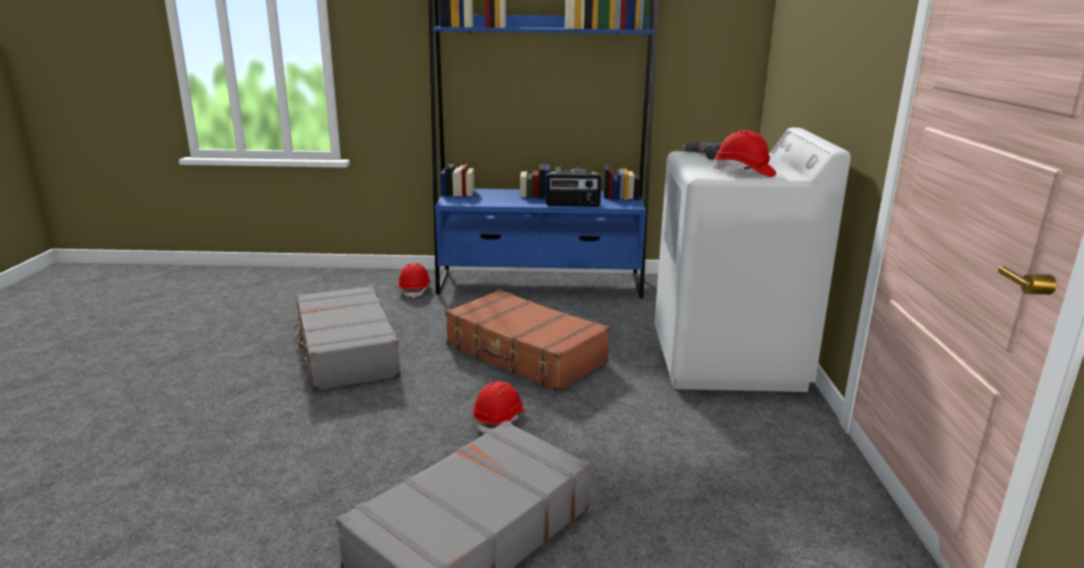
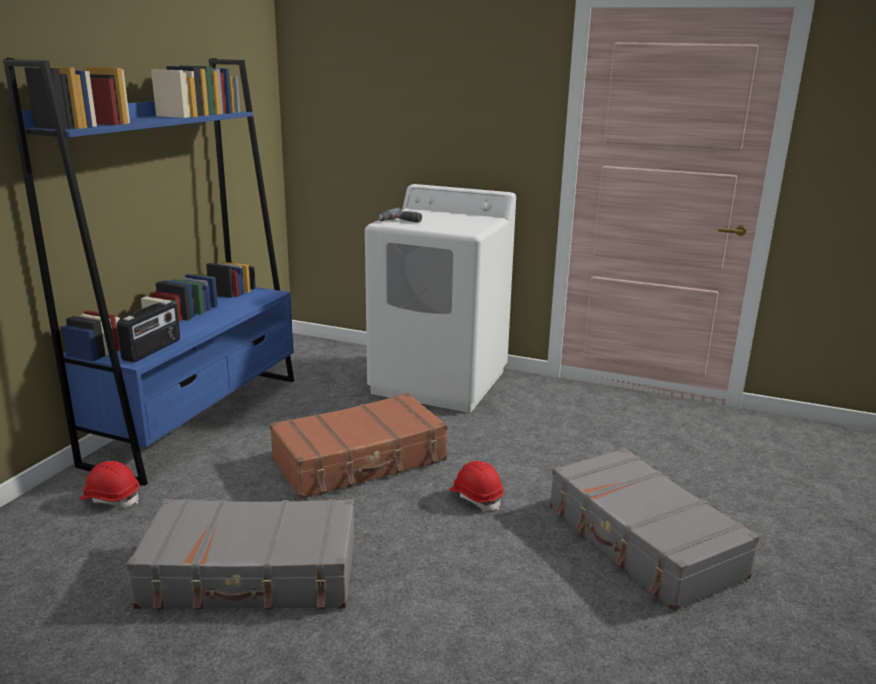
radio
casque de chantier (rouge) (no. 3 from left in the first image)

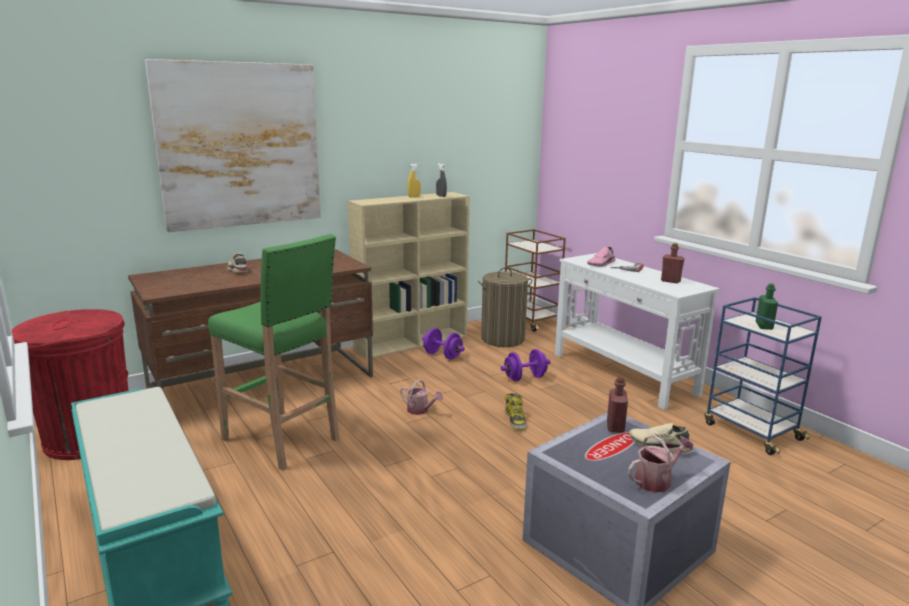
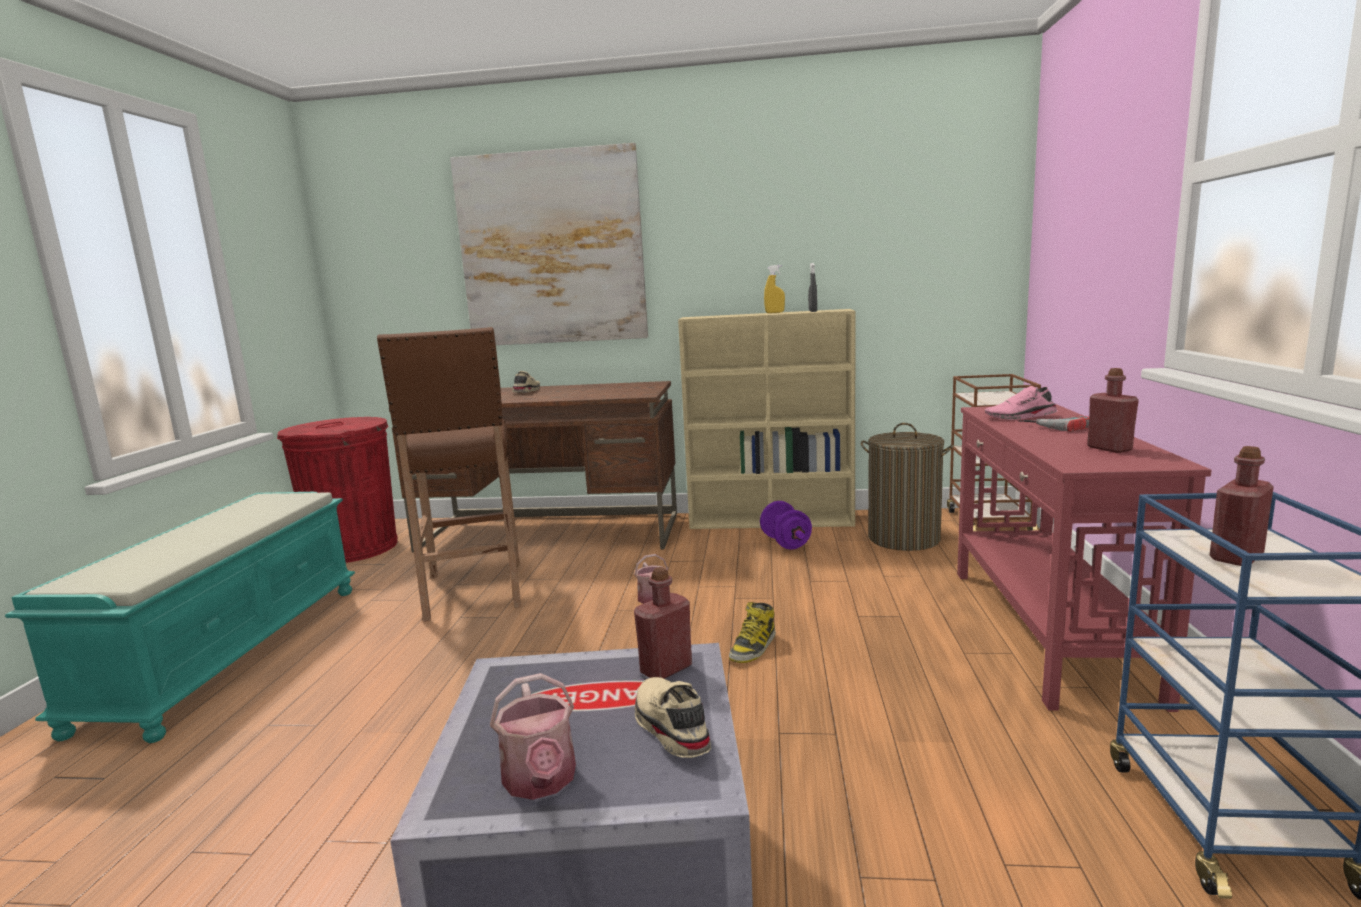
tabouret (marron)
haltère (violet) (no. 2 from left in the first image)
table console (rouge)
arrosoir (no. 1 from left)
bouteille (rouge) (no. 3 from left)

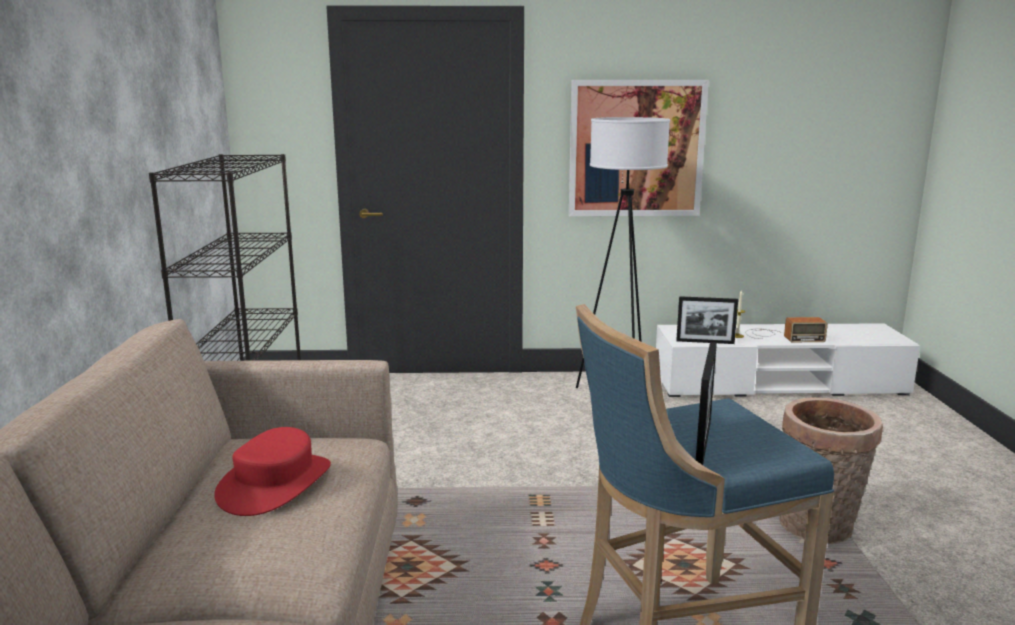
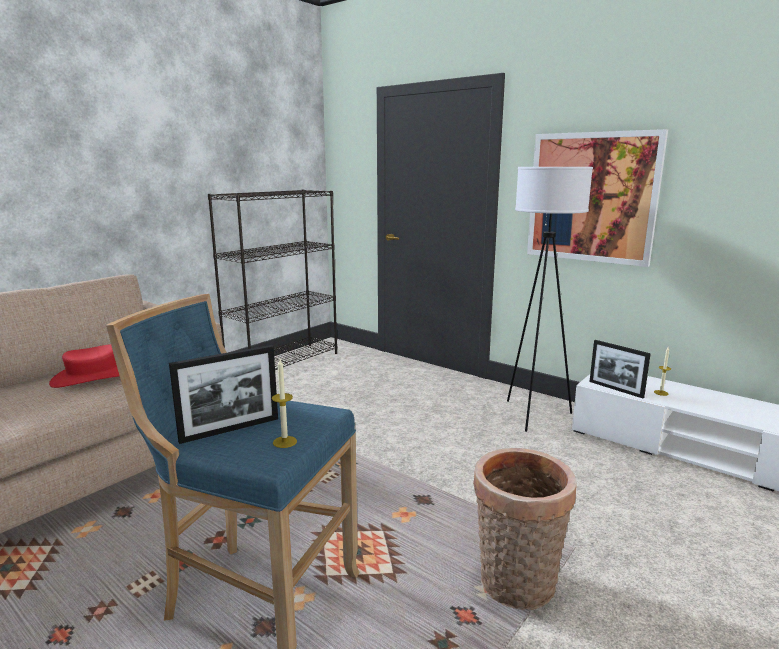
radio
bougie (no. 1 from left)

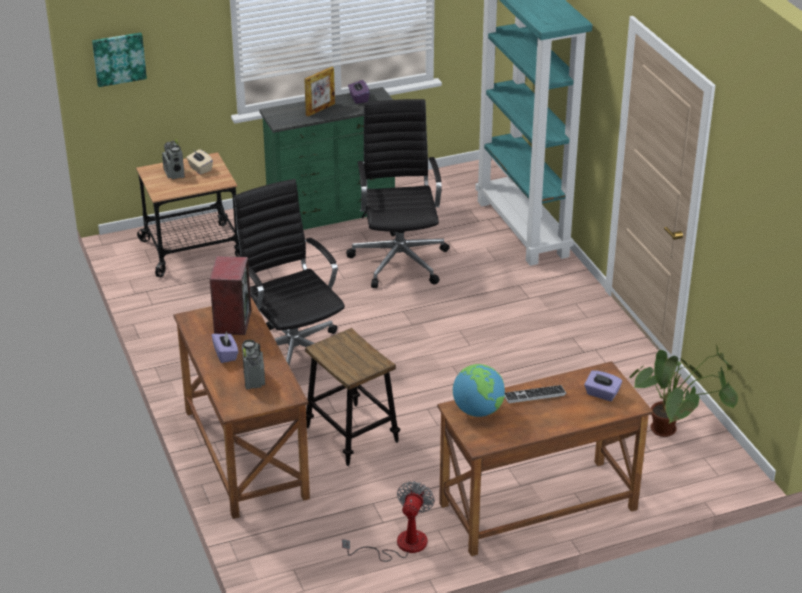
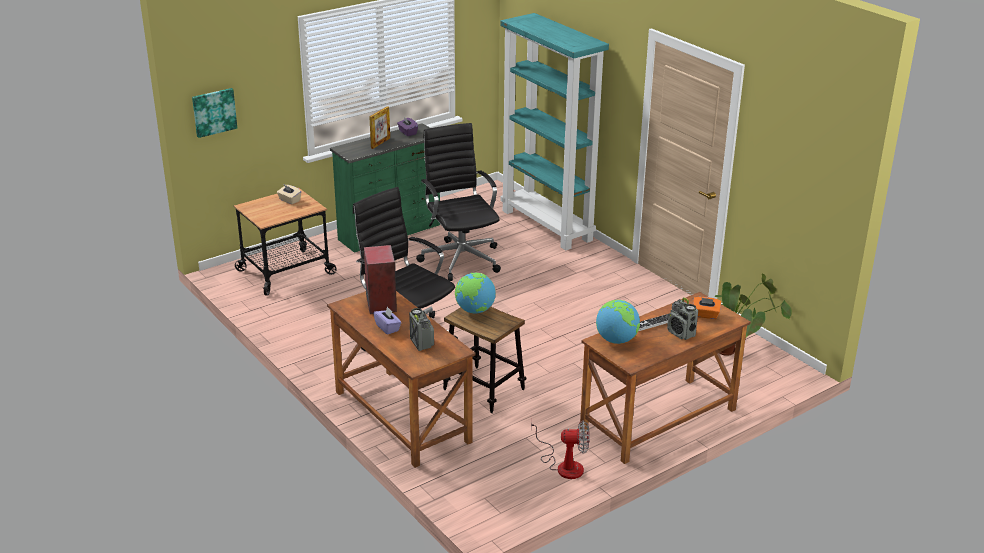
radio (no. 2 from left)
ventilateur
boîte à mouchoirs (orange)
globe (no. 1 from left)

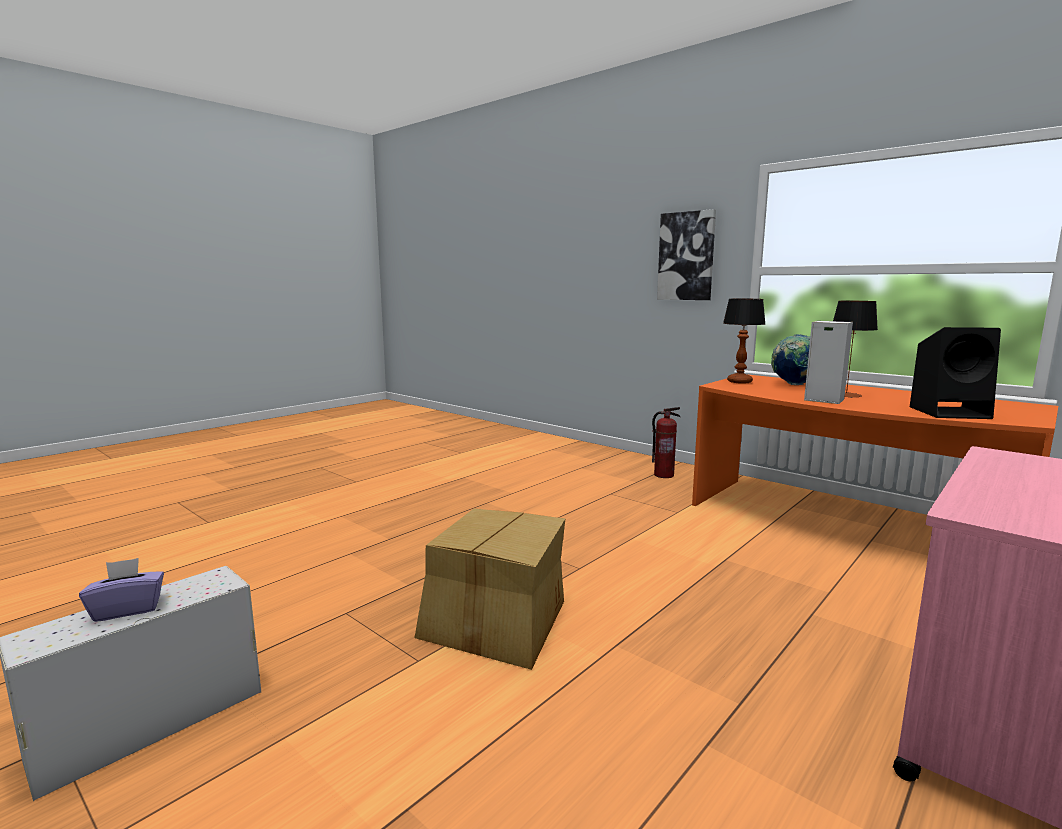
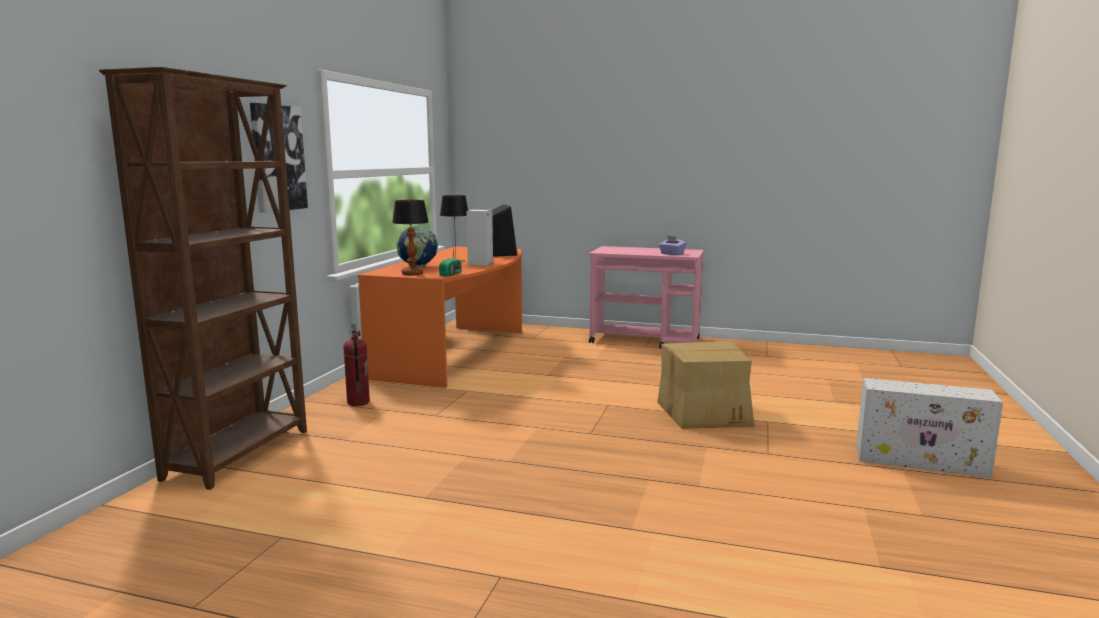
boîte à mouchoirs (violet)
bibliothèque (marron)
radio

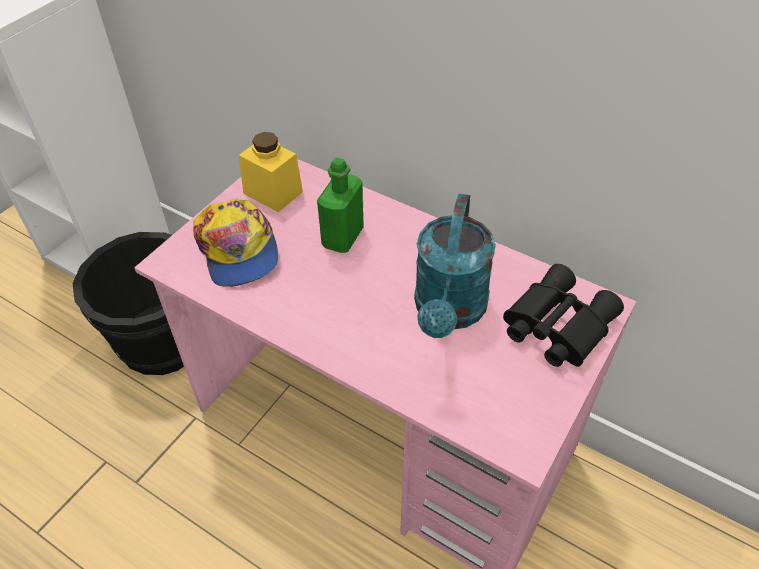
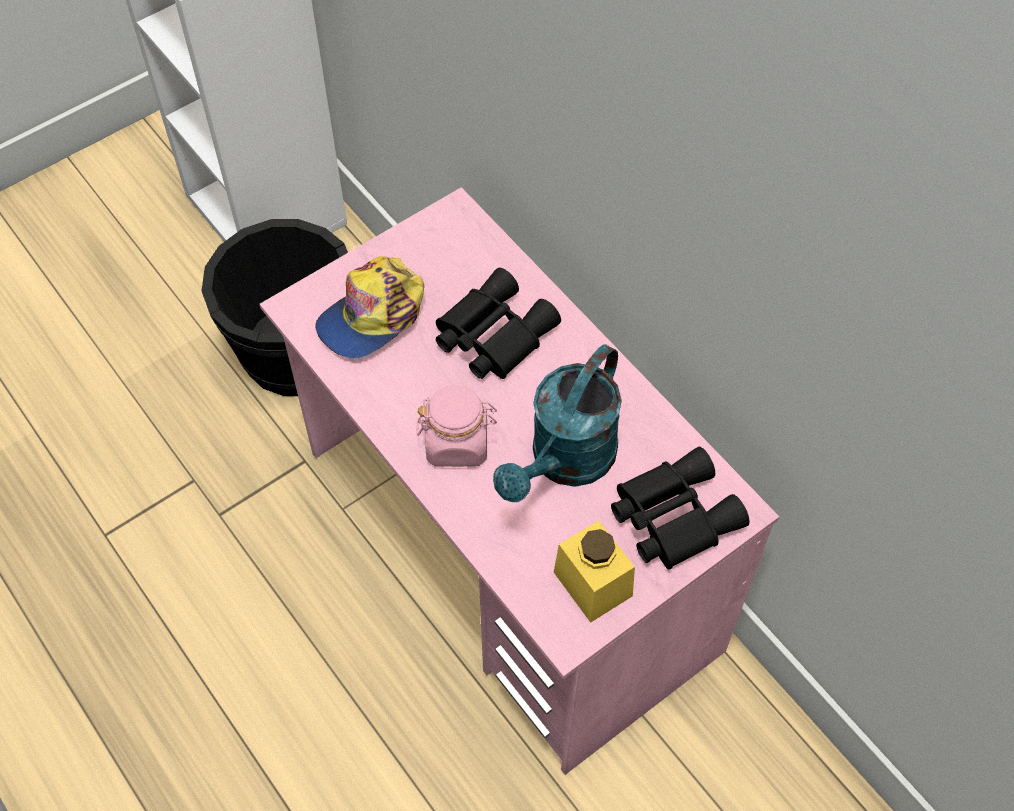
casquette
bocal (jaune)
jumelles (noir) (no. 1 from left)
bocal (rose)

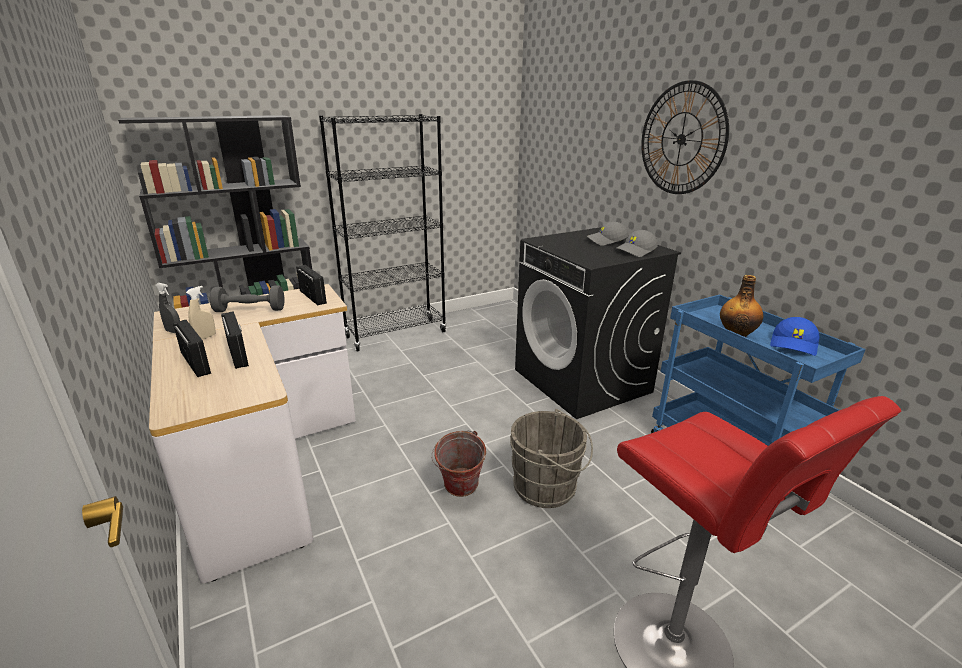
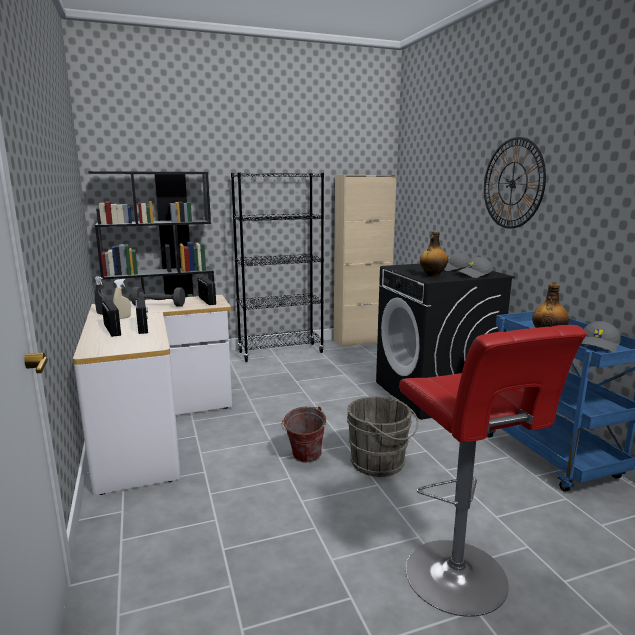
casquette (gris) (no. 3 from left)
meuble de rangement (beige)
bouteille (no. 1 from left)

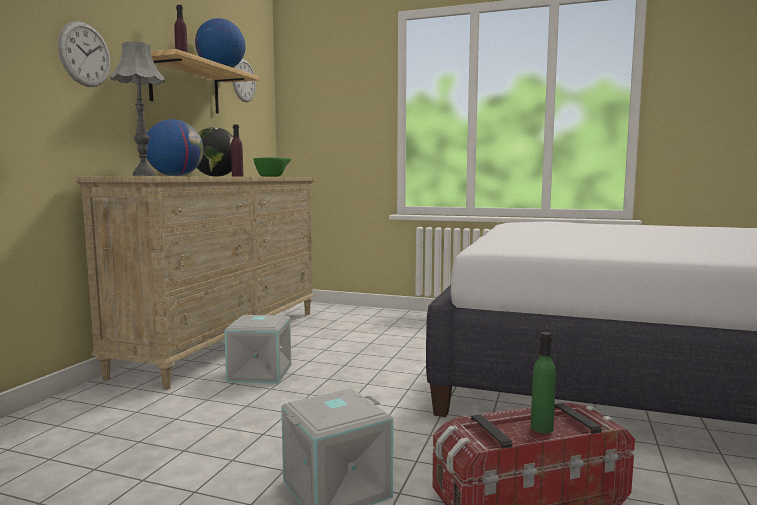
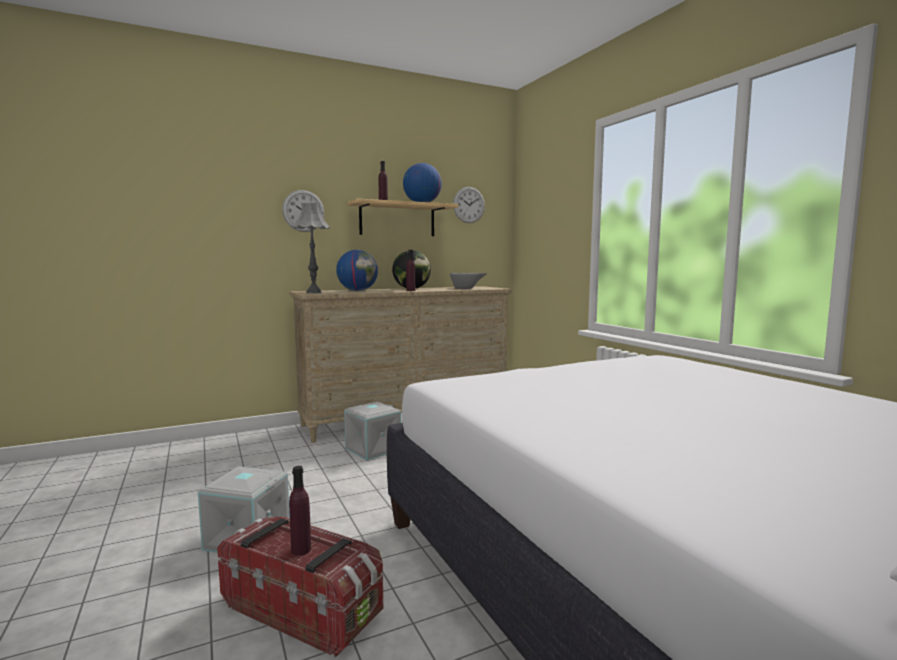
bol (gris)
bouteille (violet) (no. 1 from left)

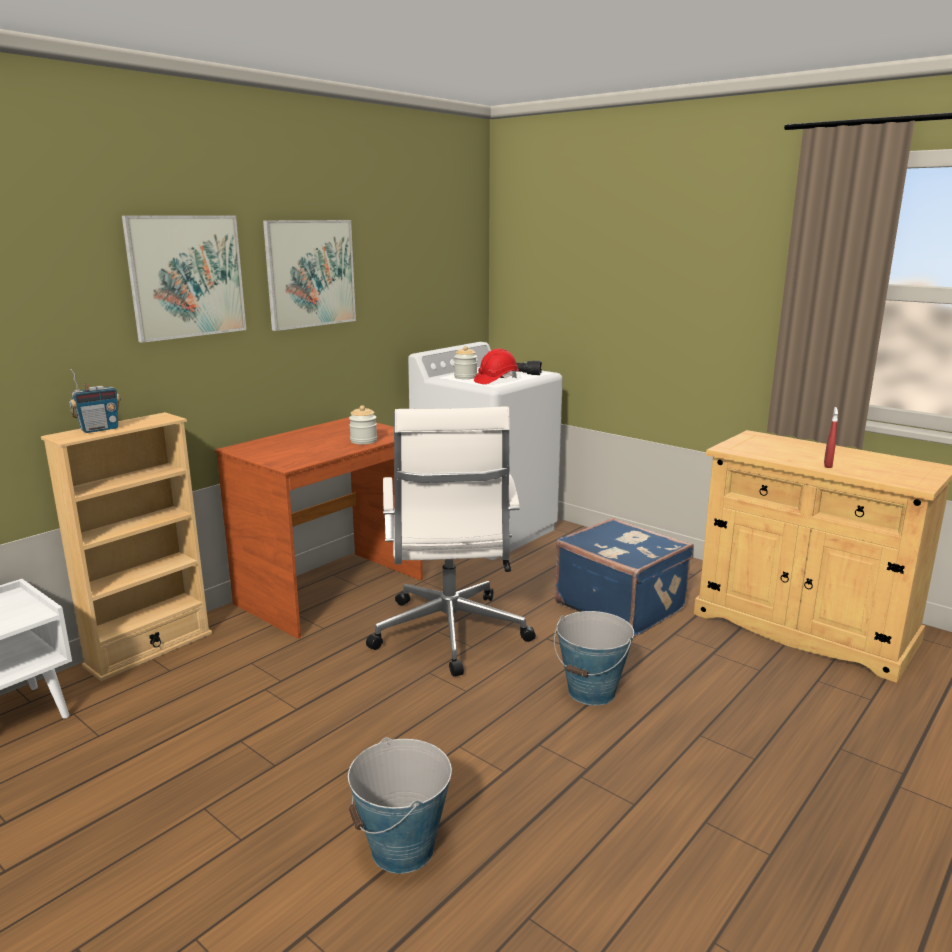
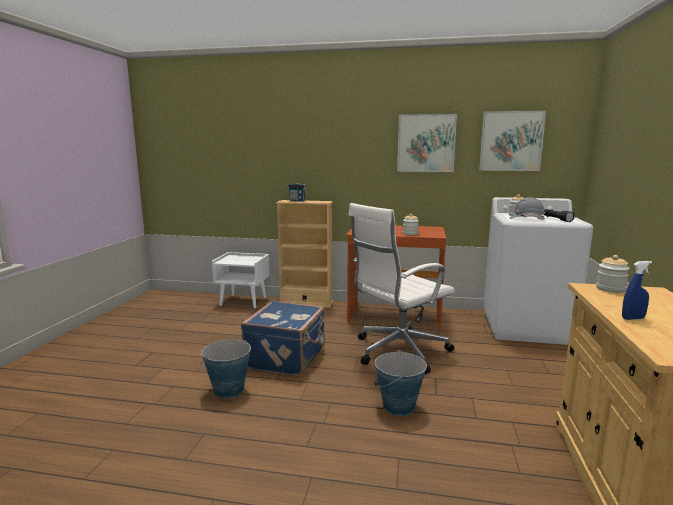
tableau (no. 2 from left)
casque de chantier (gris)
valise (bleu)
vaporisateur (bleu)
bocal (no. 3 from left)

